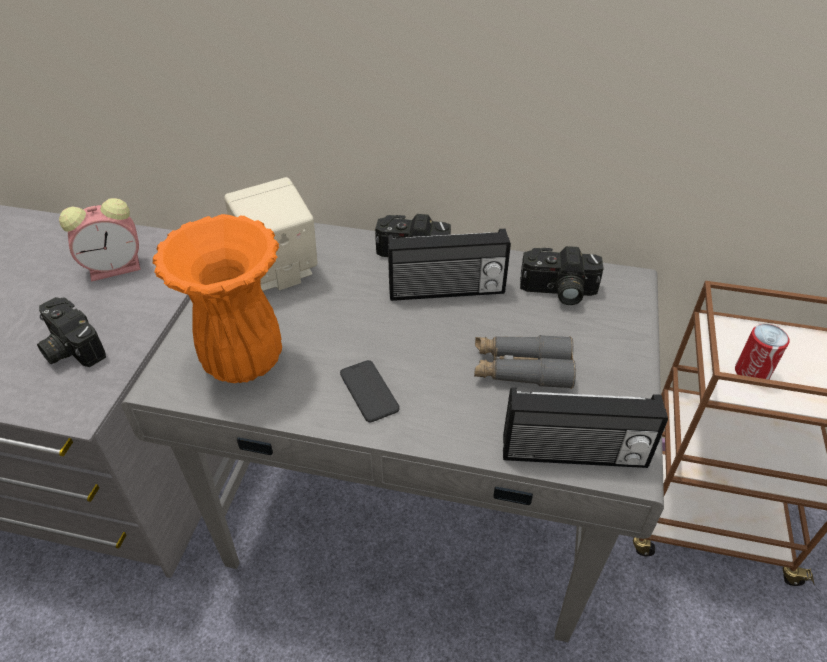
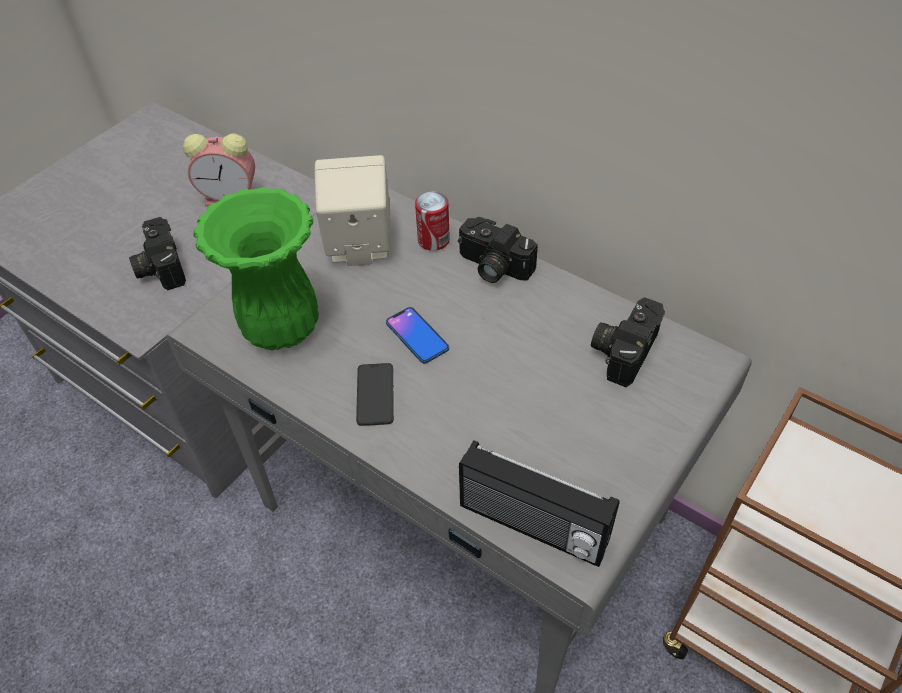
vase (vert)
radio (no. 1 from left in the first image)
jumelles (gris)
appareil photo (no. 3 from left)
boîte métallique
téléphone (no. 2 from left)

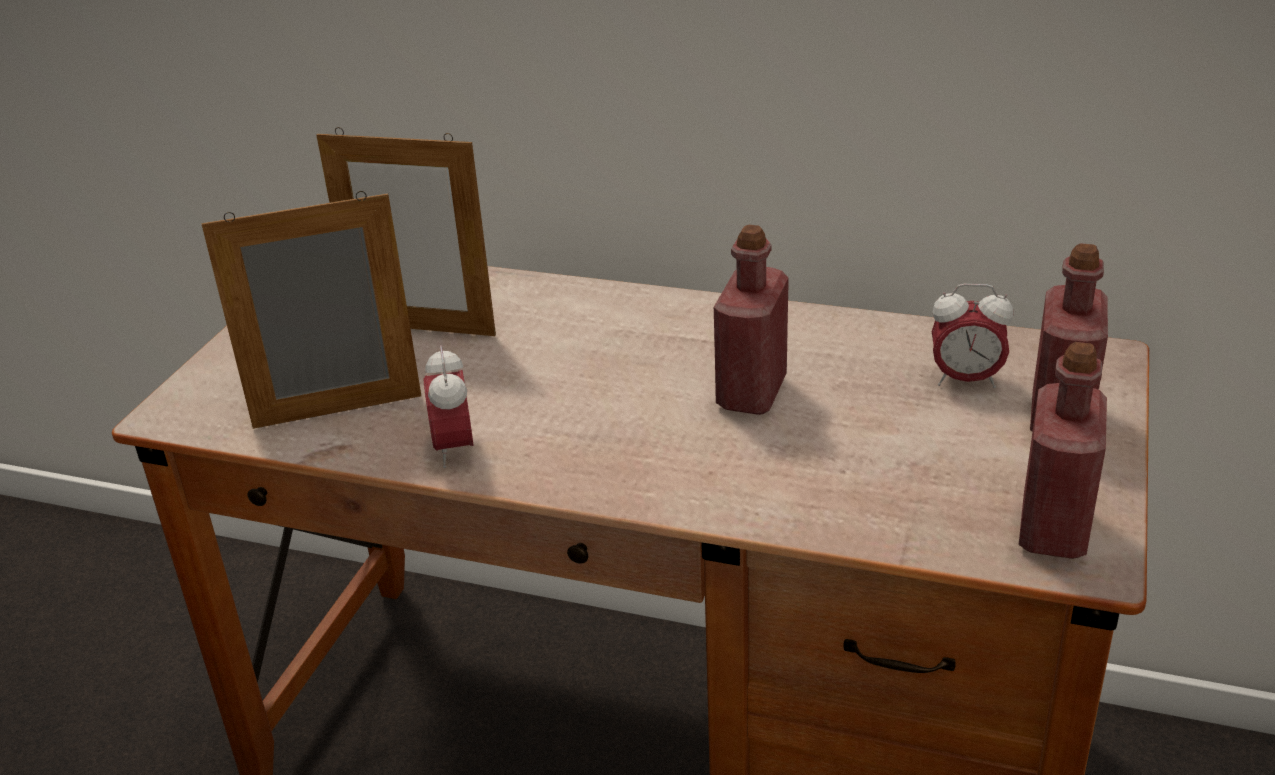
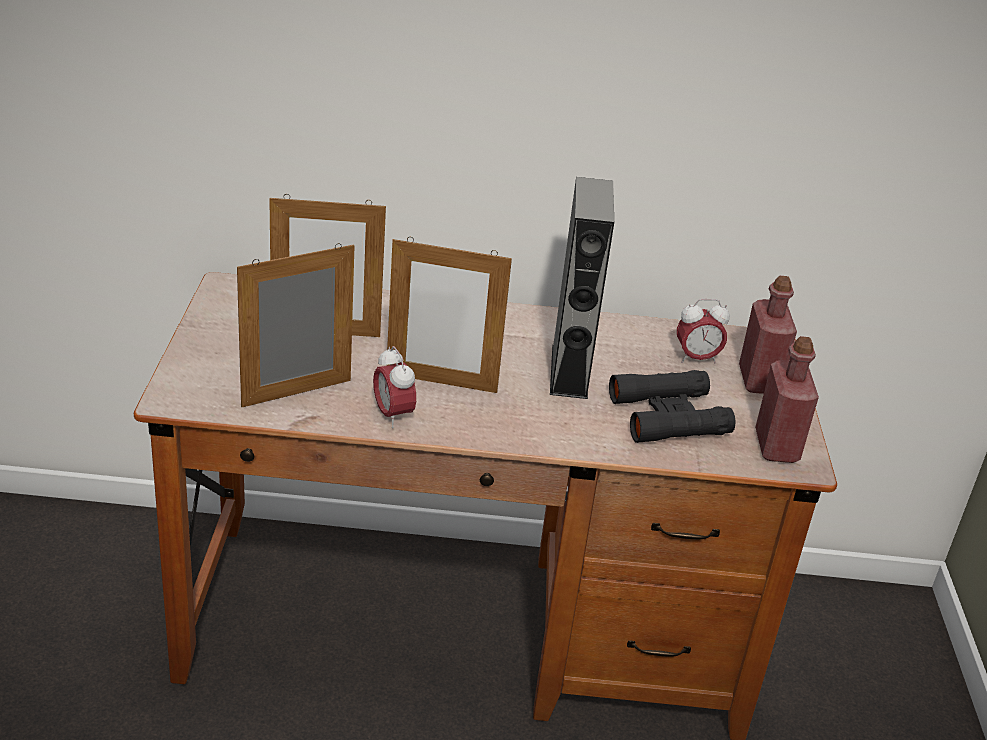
enceinte (gris)
cadre photo (no. 3 from left)
jumelles (noir)

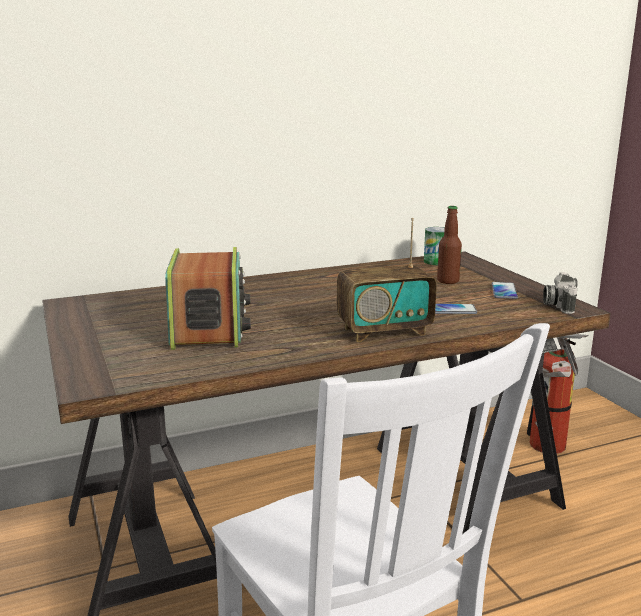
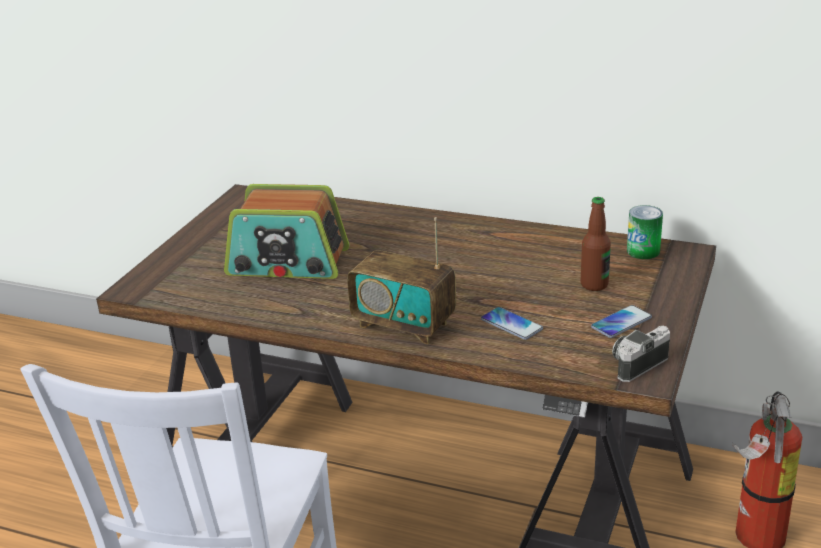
radio (no. 1 from left)

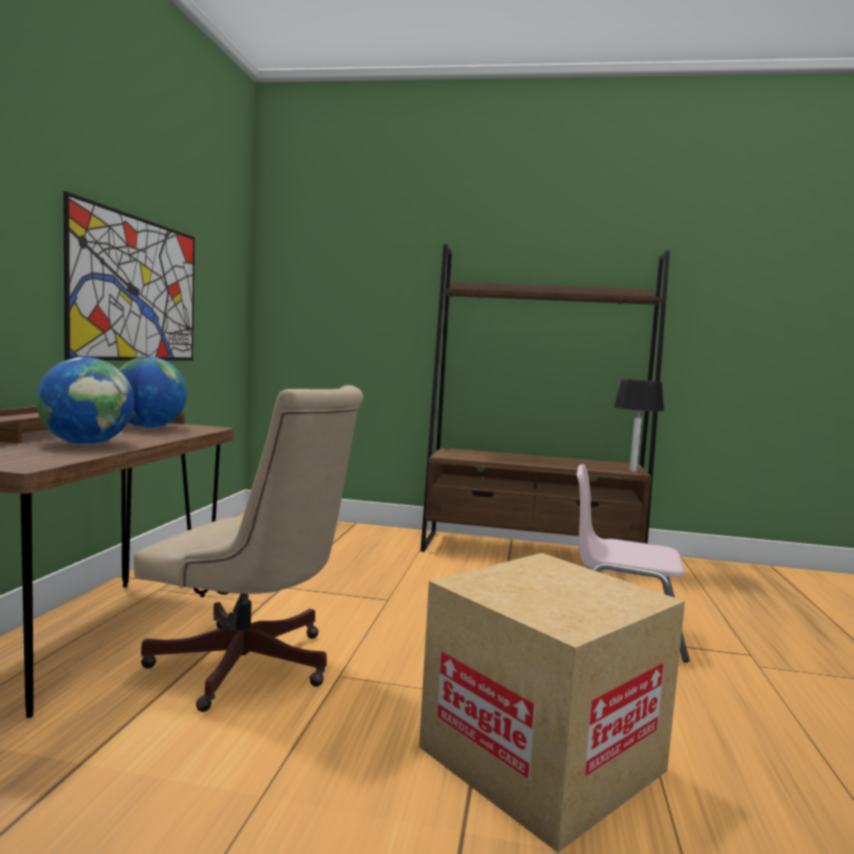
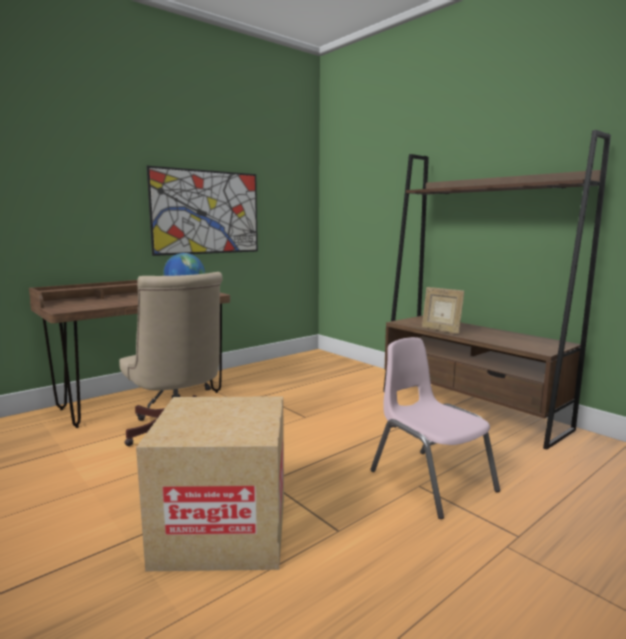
globe (no. 1 from left in the first image)
lampe de table
cadre photo

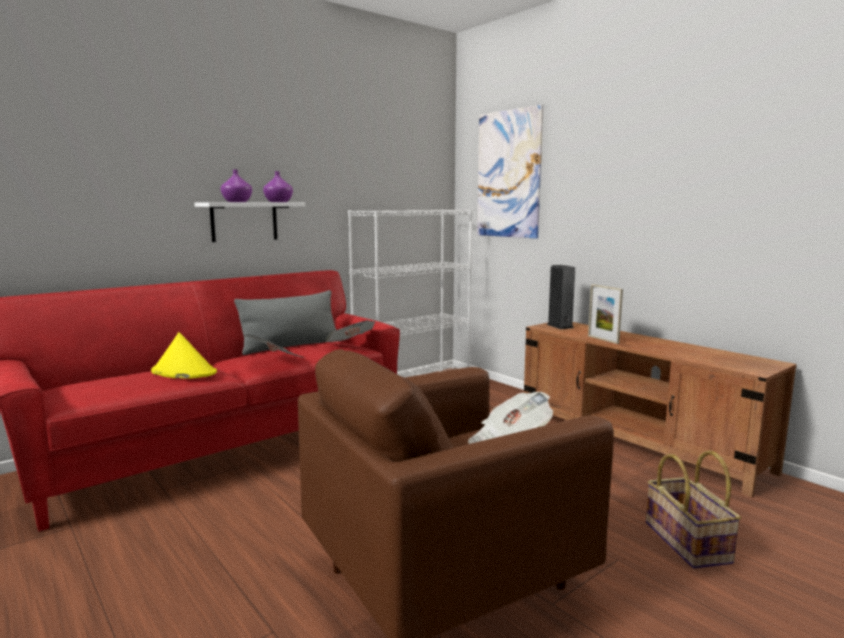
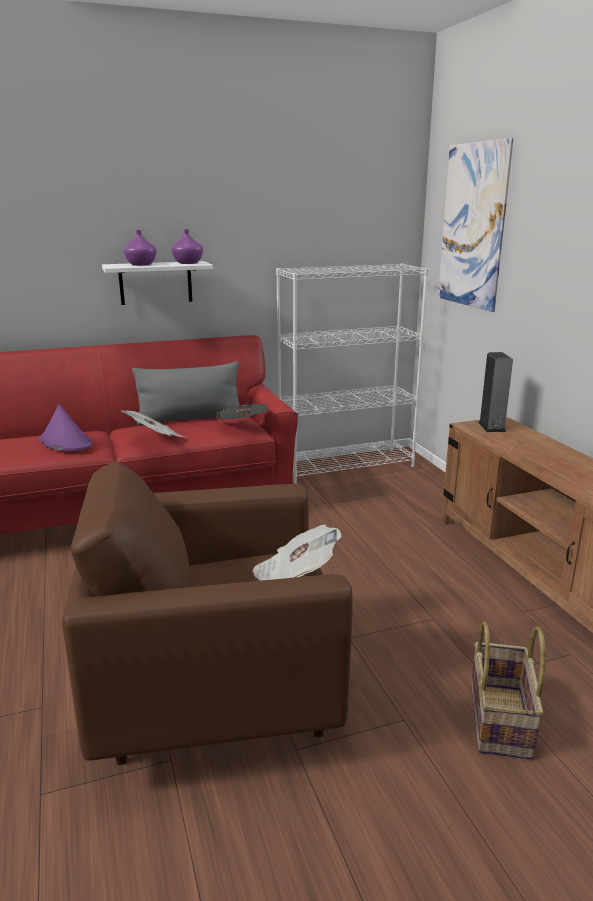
chapeau (violet)
cadre photo

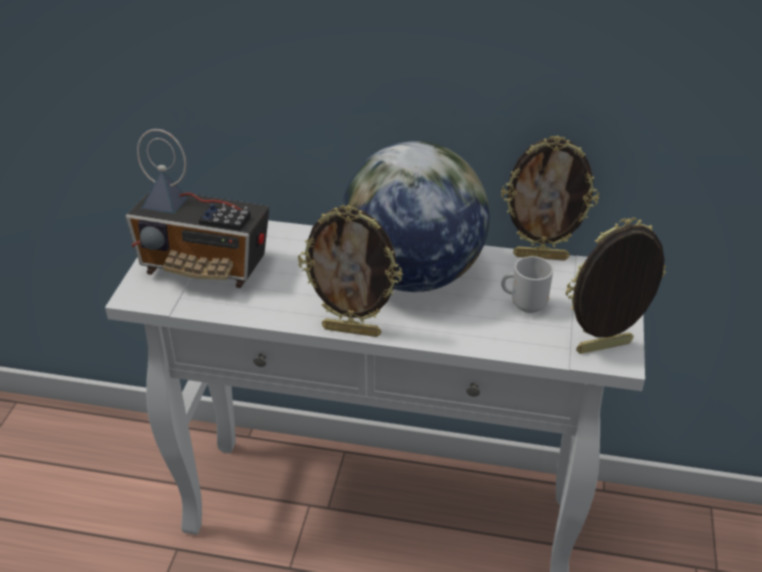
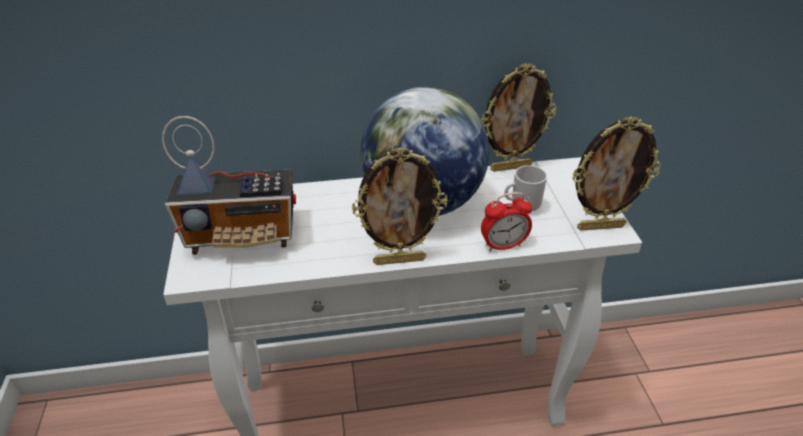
cadre photo (no. 3 from left)
réveil

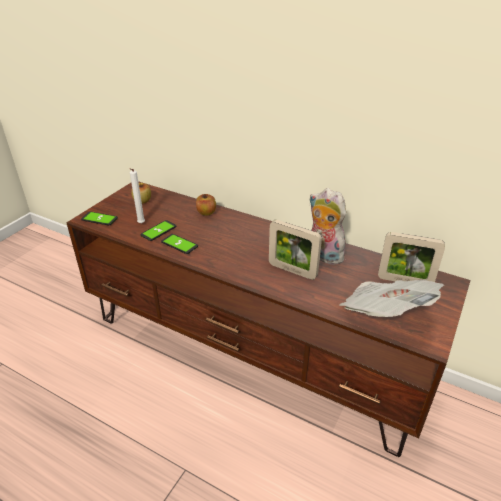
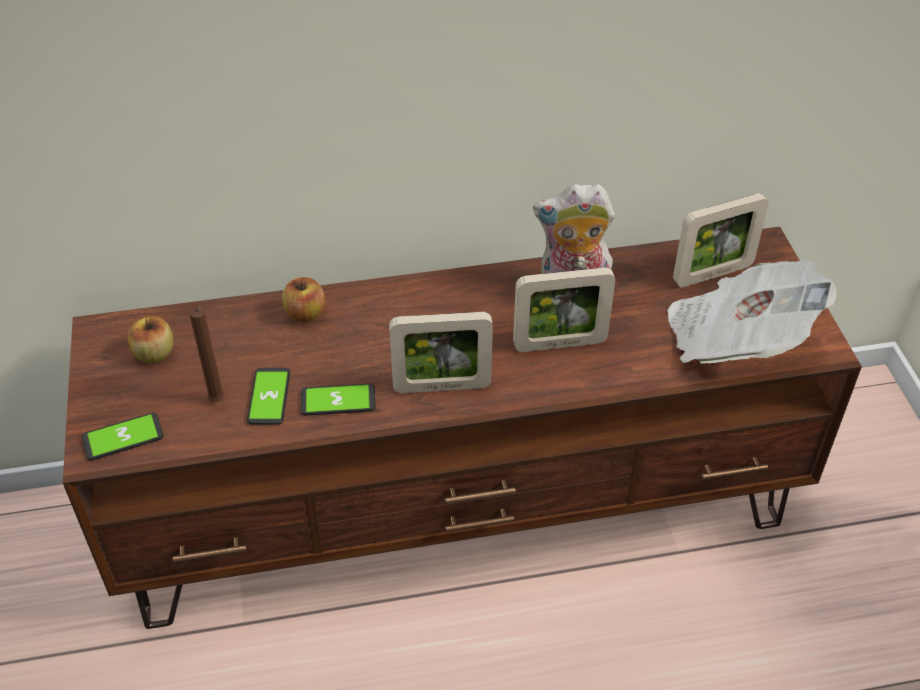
bougie (marron)
cadre photo (no. 1 from left)

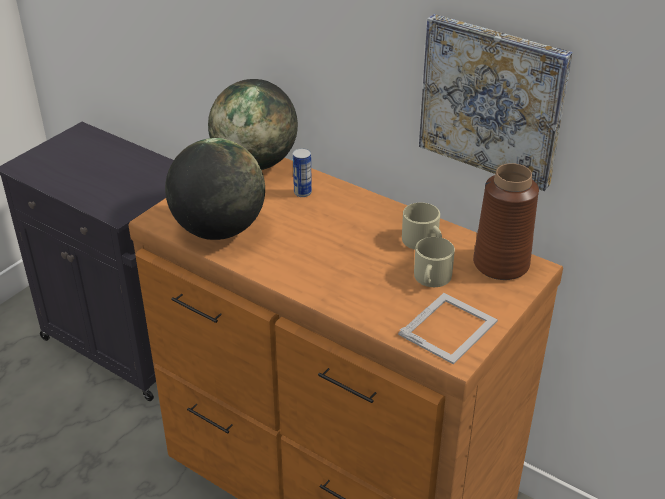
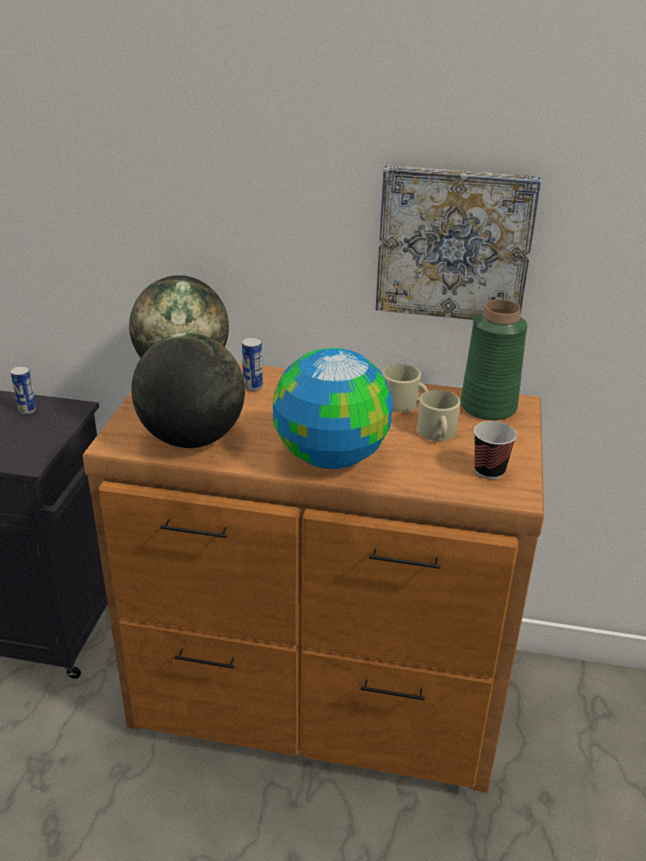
tasse
vase (vert)
boîte métallique (no. 1 from left)
globe (no. 3 from left)

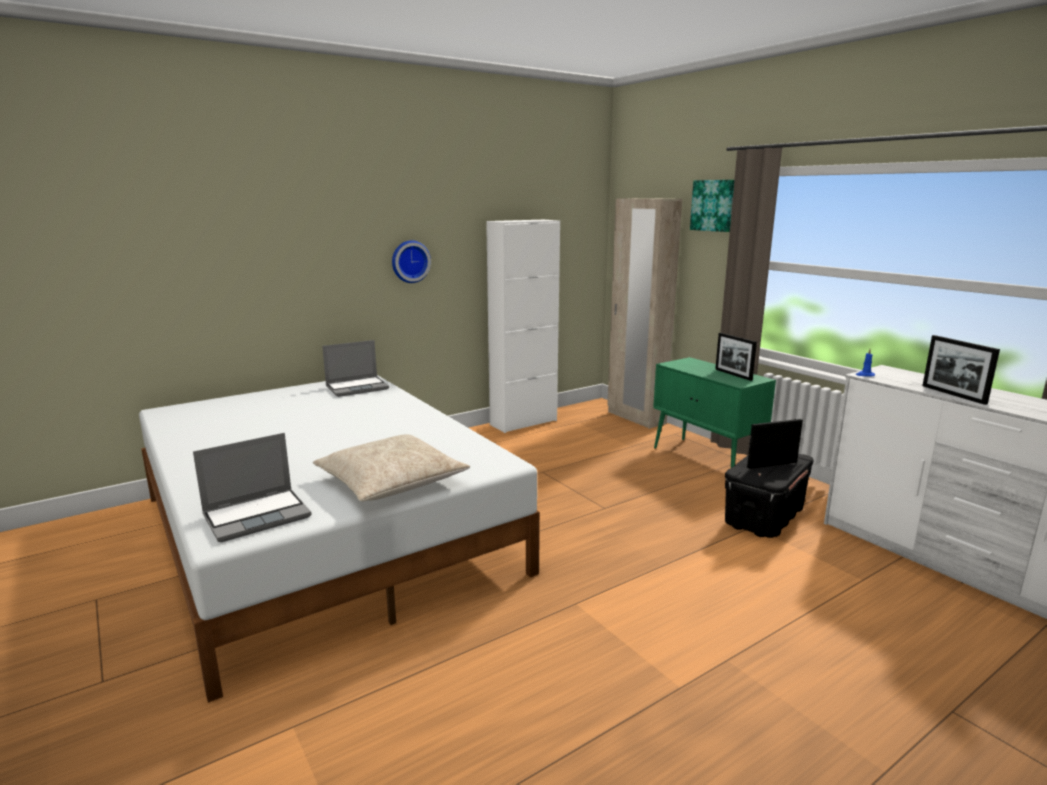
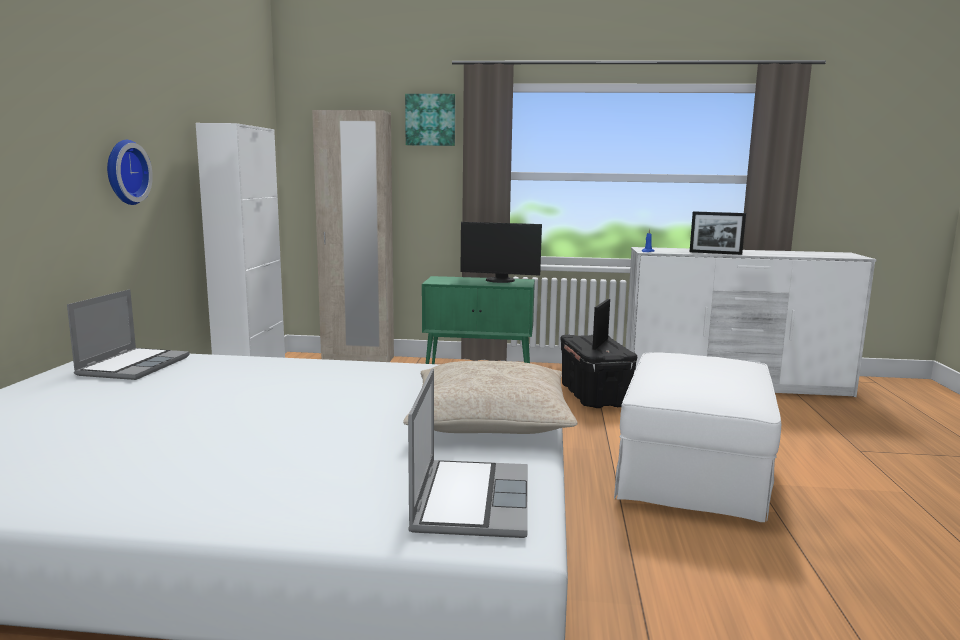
écran d'ordinateur
pouf (blanc)

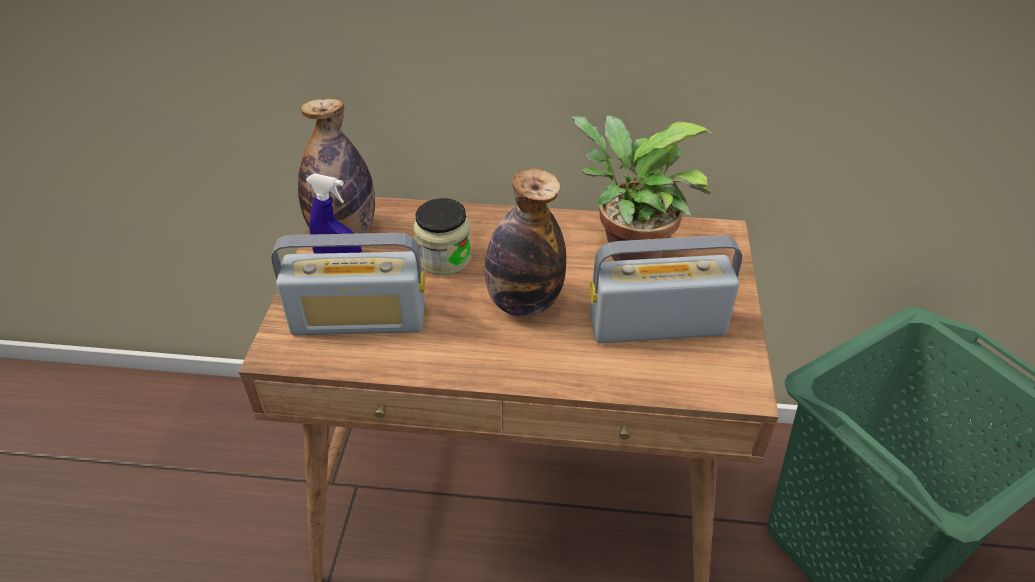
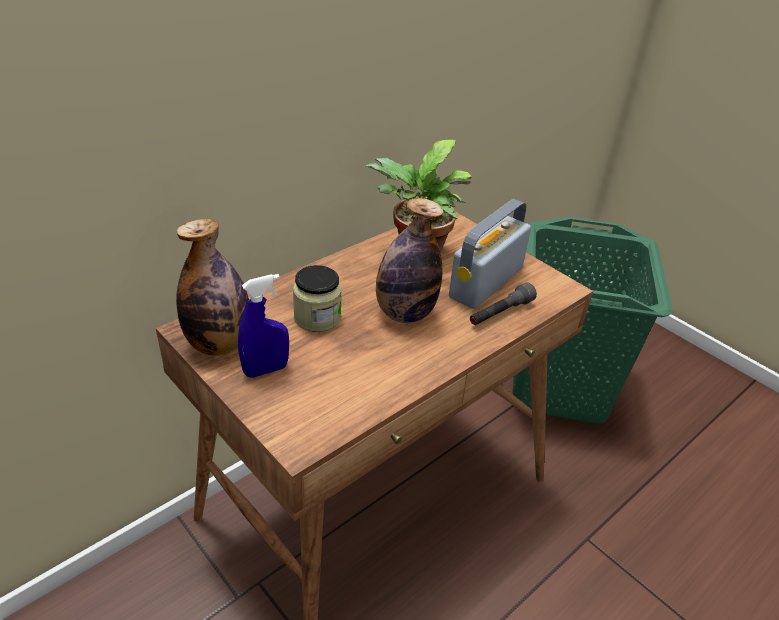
radio (no. 1 from left in the first image)
lampe de poche (gris)

